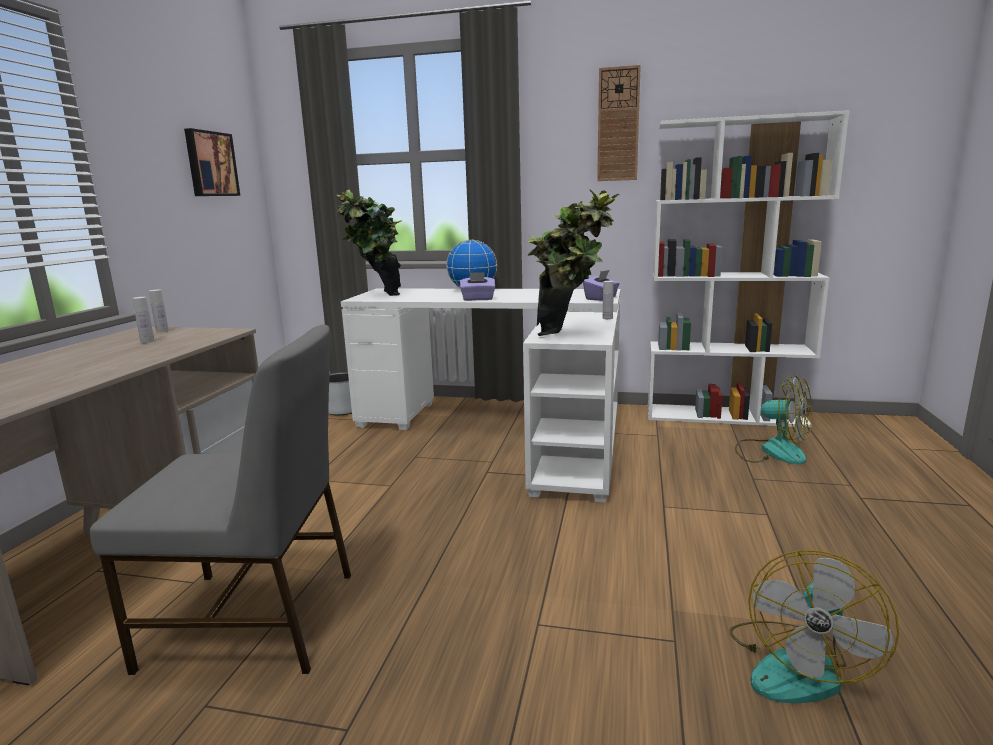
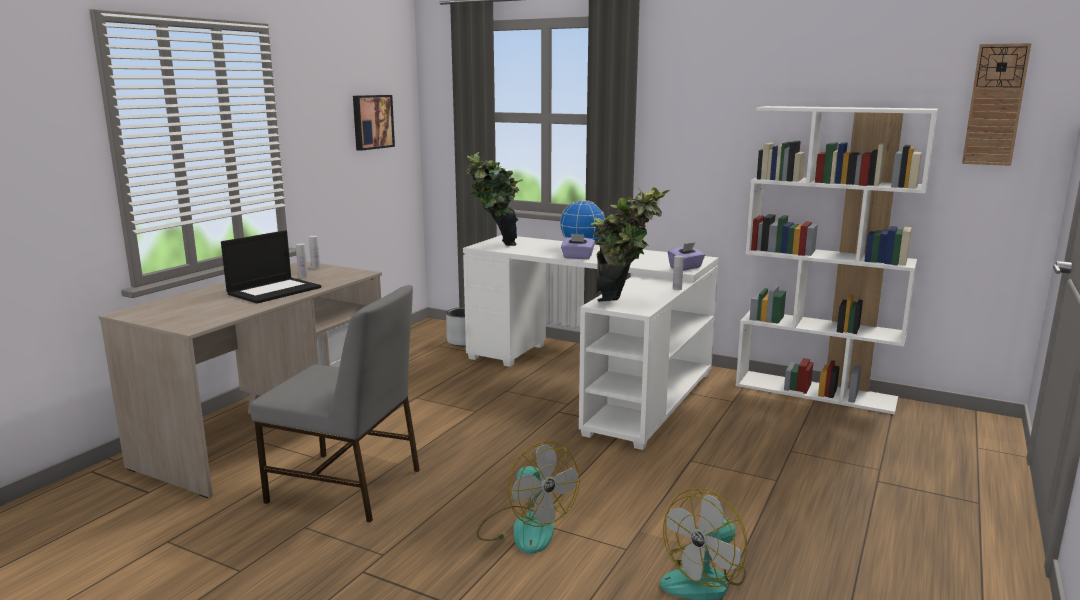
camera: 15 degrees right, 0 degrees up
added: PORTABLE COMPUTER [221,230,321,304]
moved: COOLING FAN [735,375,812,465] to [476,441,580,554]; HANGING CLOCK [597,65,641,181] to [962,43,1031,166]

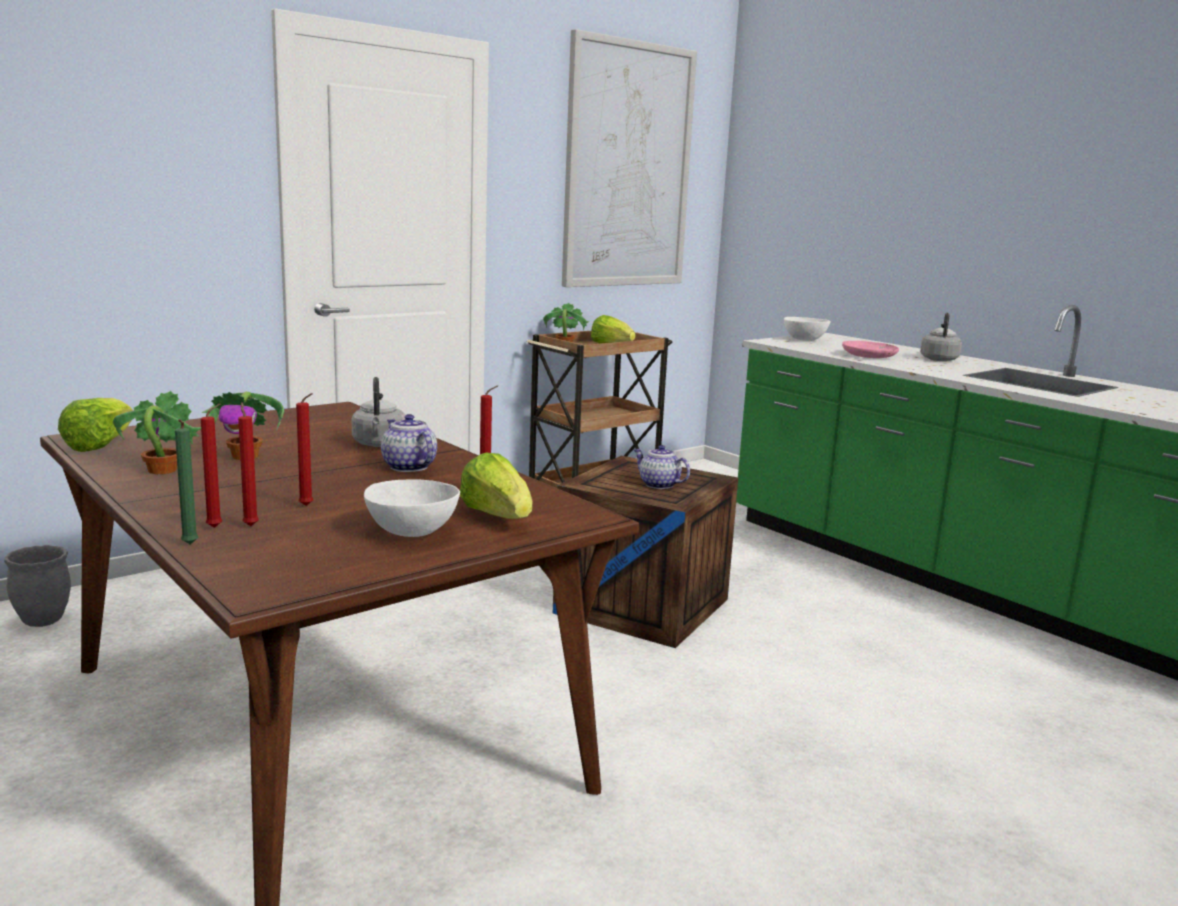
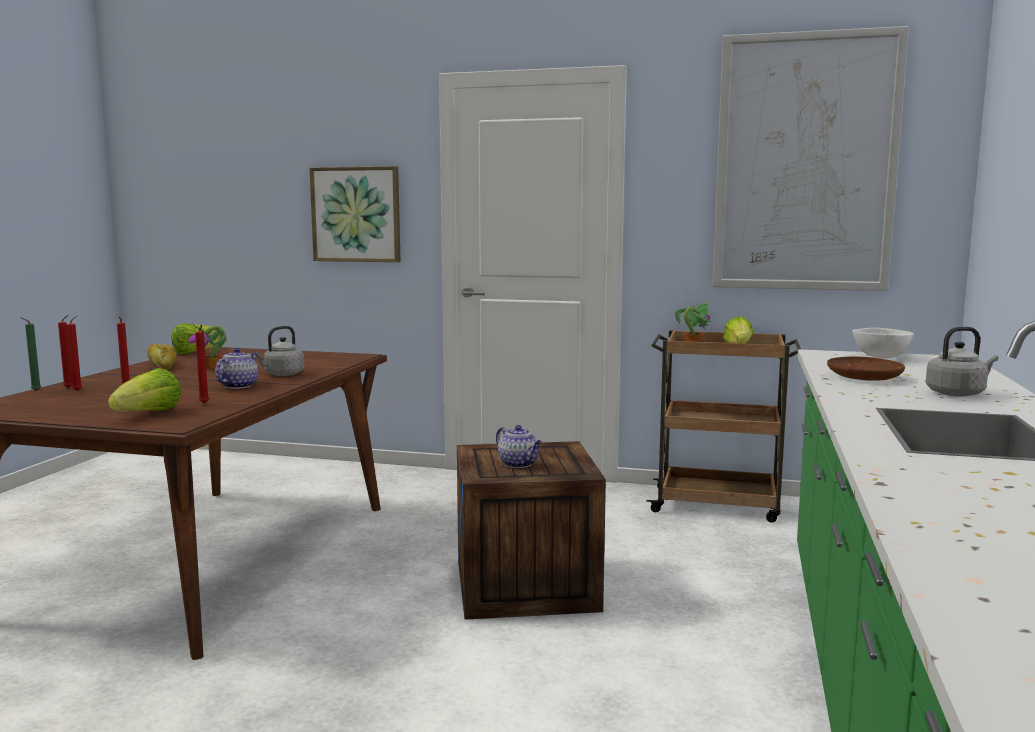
camera: 55 degrees right, 5 degrees down
removed: GREY FLOWER POT [4,545,71,627]; WHITISH SERVING BOWL [364,479,460,537]
added: WALL ART [309,166,401,262]
replaced: PLANT IN A POT [113,391,201,474] to BAKED BREAD [147,344,176,369]
recoloured: PINKISH PLATE [842,341,899,358] to BROWN PLATE [827,357,905,381]
turned: POT FOR TEA [633,445,690,489] = [496,425,542,468] 135 degrees clockwise

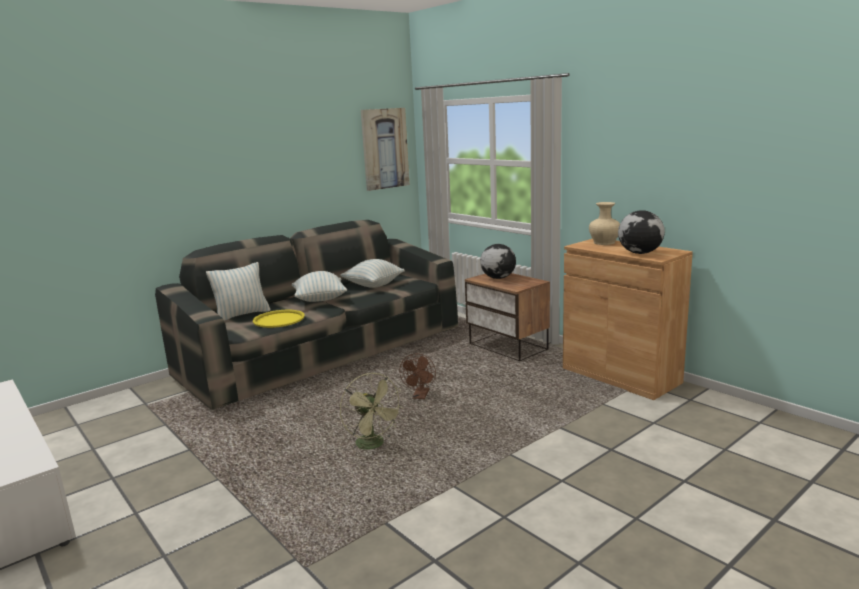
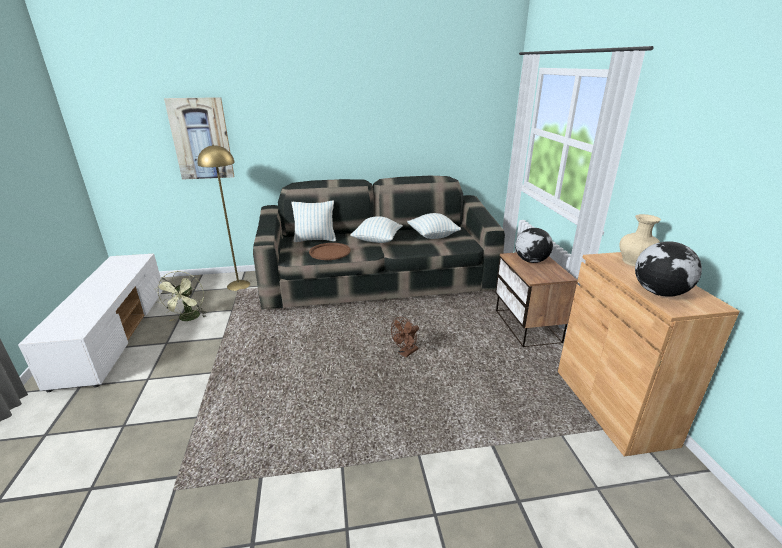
camera: 30 degrees right, 10 degrees up
added: YELLOW-COLOURED STANDARD LAMP [197,145,250,291]
moved: GREENISH COOLING FAN [340,373,404,450] to [155,271,207,321]; WALL ART [361,108,409,191] to [164,97,235,180]
recoloured: YELLOW-COLOURED CARRYING TRAY [253,310,305,328] to BROWN CARRYING TRAY [309,243,351,260]

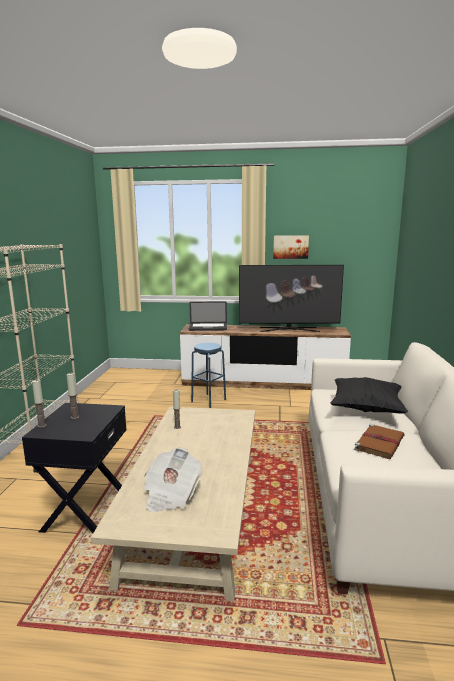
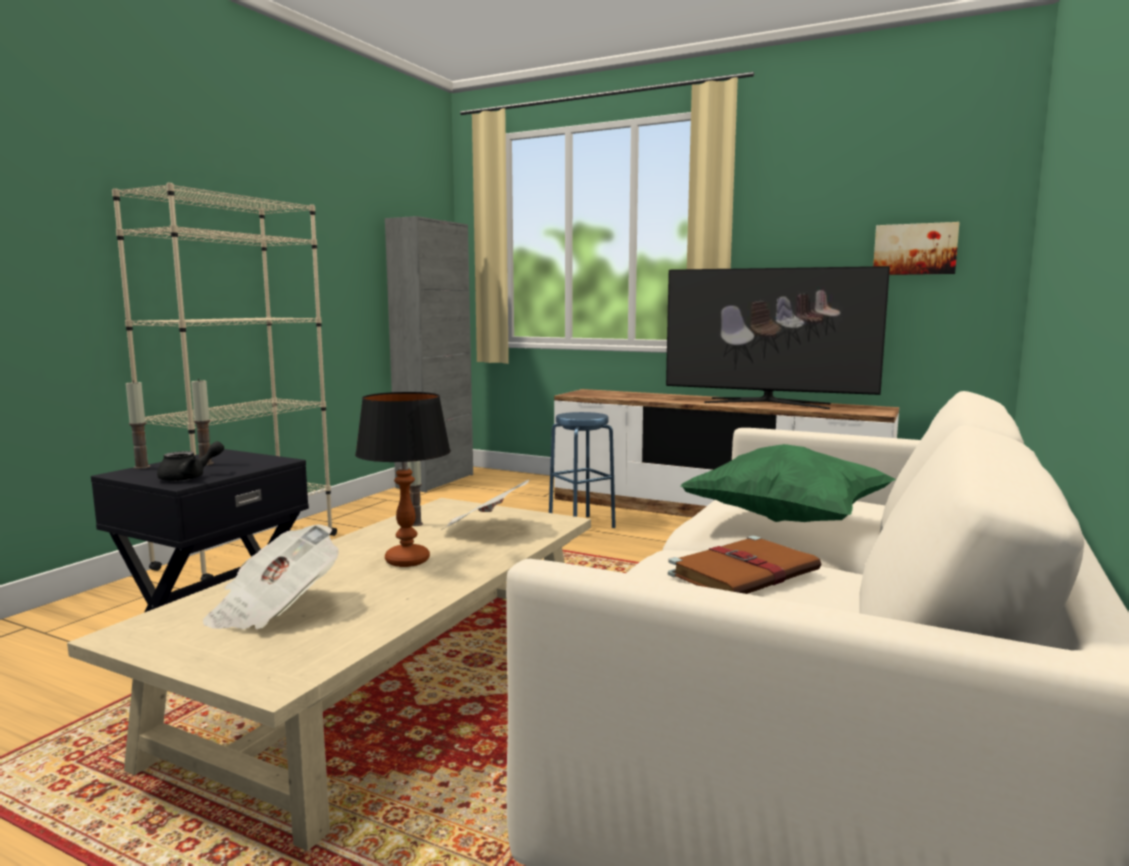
camera: 20 degrees right, 5 degrees down
removed: PORTABLE COMPUTER [189,301,227,331]
added: BLACKISH POT FOR TEA [157,441,224,481]; TABLETOP LAMP [355,392,451,567]; GREY CABINET [385,216,473,492]; DAILY PAPER [441,480,530,530]
moved: WALL ART [273,235,309,259] to [873,222,960,275]
recoloured: BLACKISH THROW PILLOW [330,377,408,414] to GREENISH THROW PILLOW [680,444,896,522]

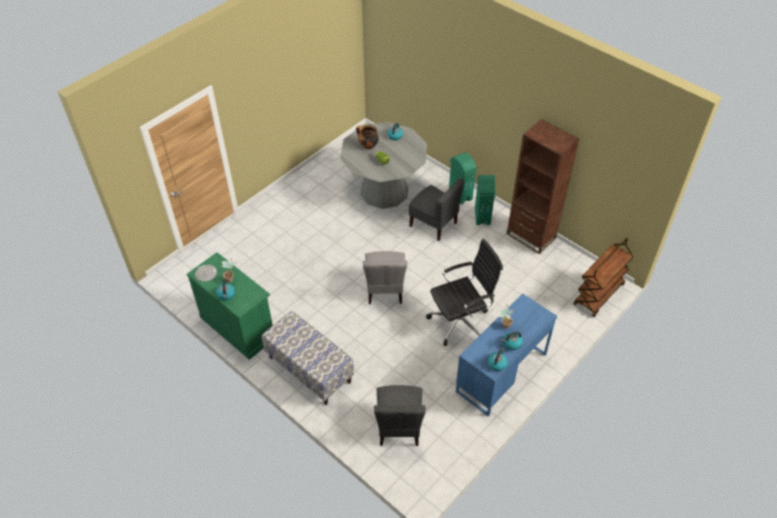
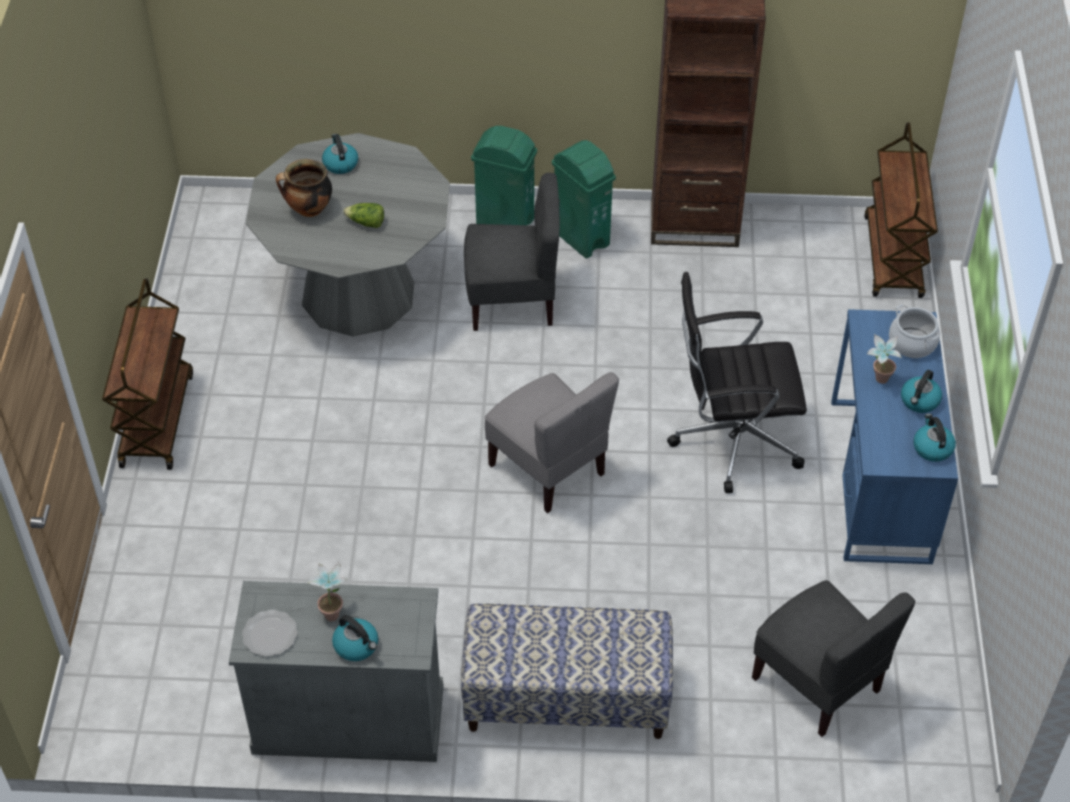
camera: 40 degrees left, 0 degrees up
added: BROWN TROLLEY [102,279,193,470]; STOCKPOT [889,304,940,358]
recoloured: GREENISH CABINET [187,252,273,360] to GREY CABINET [229,581,443,762]
turned: BLACKISH COMPUTER CHAIR [426,239,503,346] = [667,272,807,493] 120 degrees counterclockwise

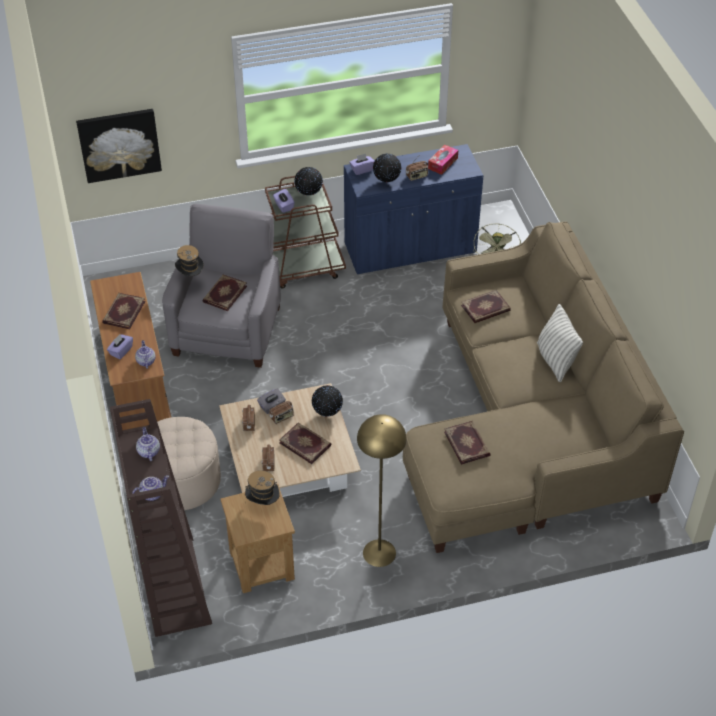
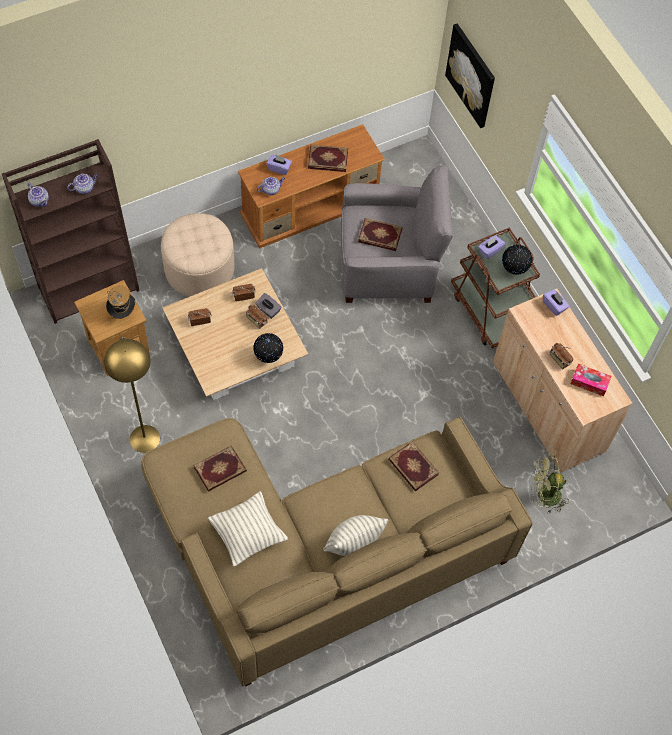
camera: 75 degrees right, 15 degrees up
removed: CLOTHING HAT [175,245,204,276]; BOOK [279,422,331,464]; WORLD GLOBE [373,153,401,182]
added: THROW PILLOW [208,491,288,567]
recoloured: BLUE-COLOURED CABINET [344,144,483,274] to BEIGE CABINET [493,289,632,473]

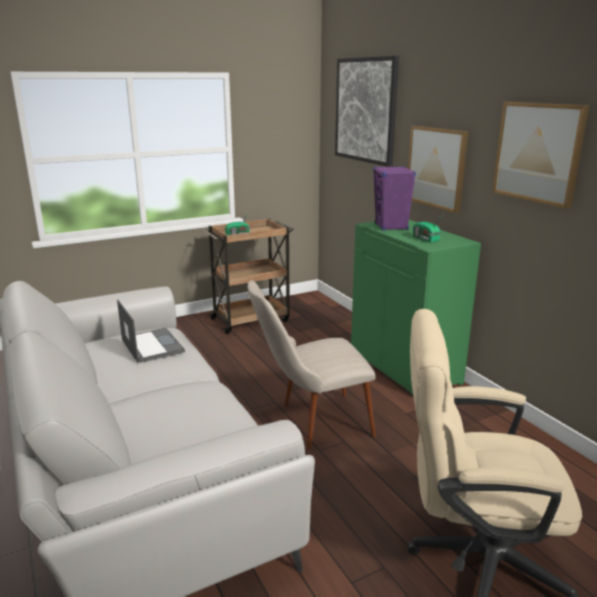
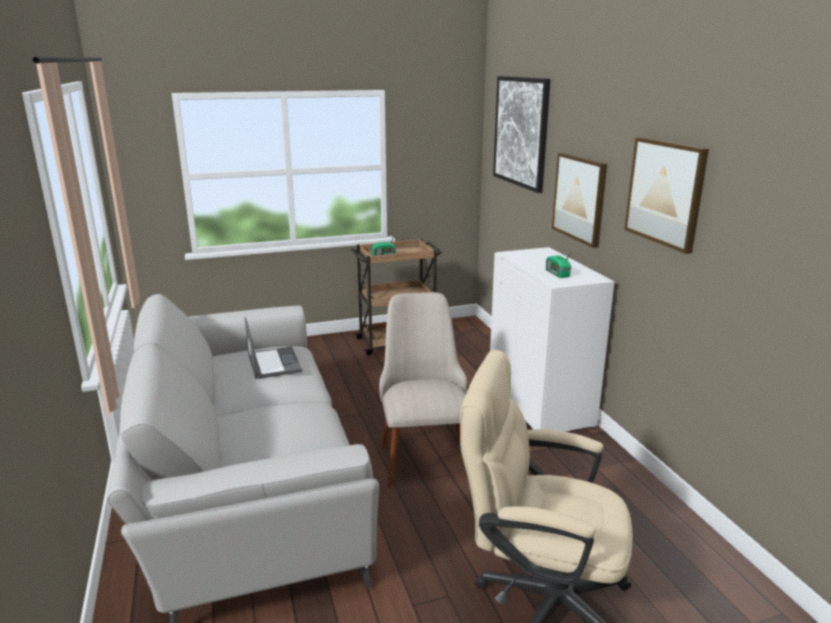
camera: 10 degrees right, 0 degrees up
removed: PURPLE-COLOURED LOUDSPEAKER [373,166,416,231]
recoloured: GREENISH CABINET [351,220,481,395] to WHITISH CABINET [490,247,615,432]
turned: BEIGE PLAIN CHAIR [248,280,376,449] = [379,292,467,488] 90 degrees clockwise

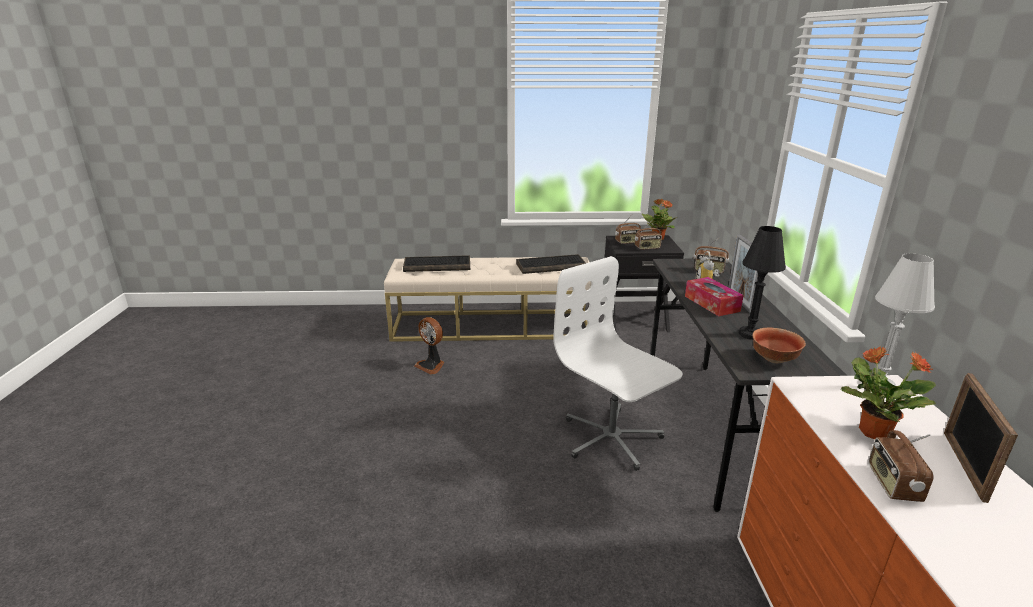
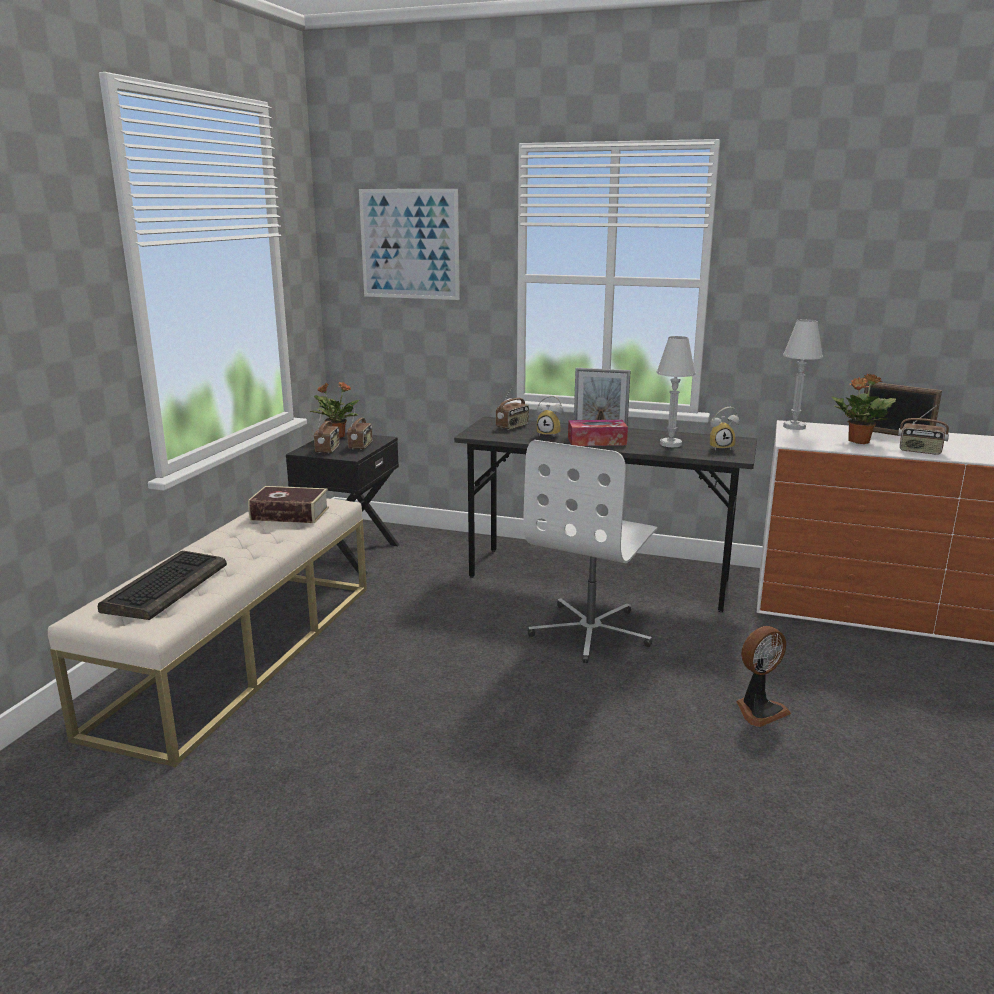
camera: 70 degrees left, 5 degrees down
added: WALL ART [359,189,460,300]
moved: COOLING FAN [414,317,444,375] to [736,626,791,727]
replaced: COMPUTER KEYBOARD [516,254,586,274] to BOOK [248,486,329,523]; SERVING BOWL [752,327,806,363] to TABLE CLOCK [710,407,740,451]
recoloured: BLACKISH TABLETOP LAMP [739,226,786,340] to WHITISH TABLETOP LAMP [656,336,696,447]
turned: WHITISH COMPUTER CHAIR [553,256,683,471] = [523,440,658,663] 45 degrees counterclockwise

